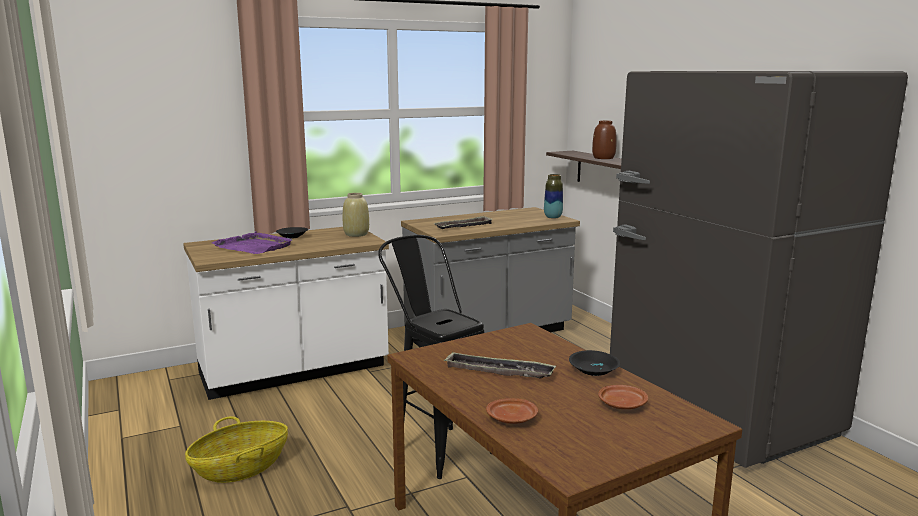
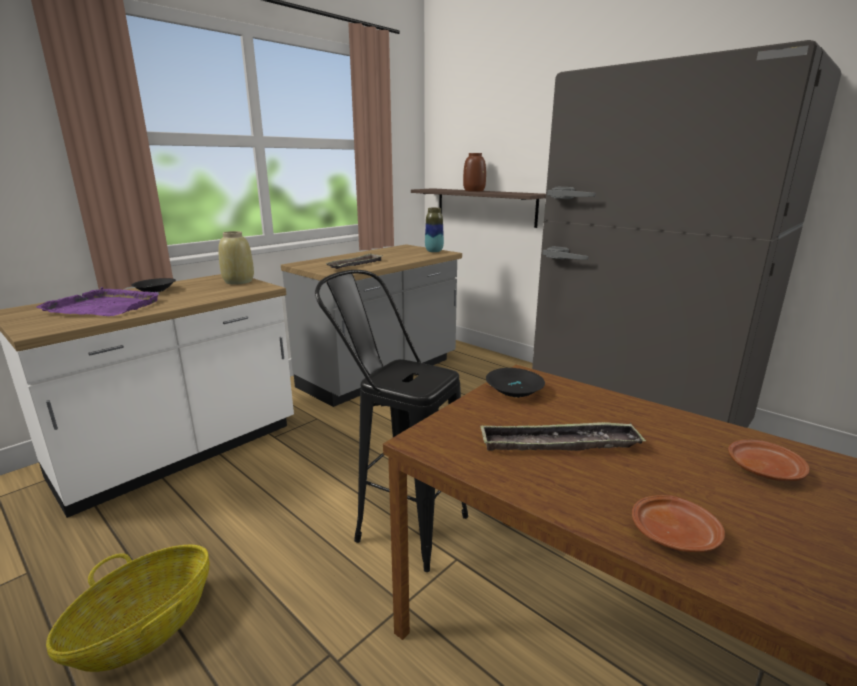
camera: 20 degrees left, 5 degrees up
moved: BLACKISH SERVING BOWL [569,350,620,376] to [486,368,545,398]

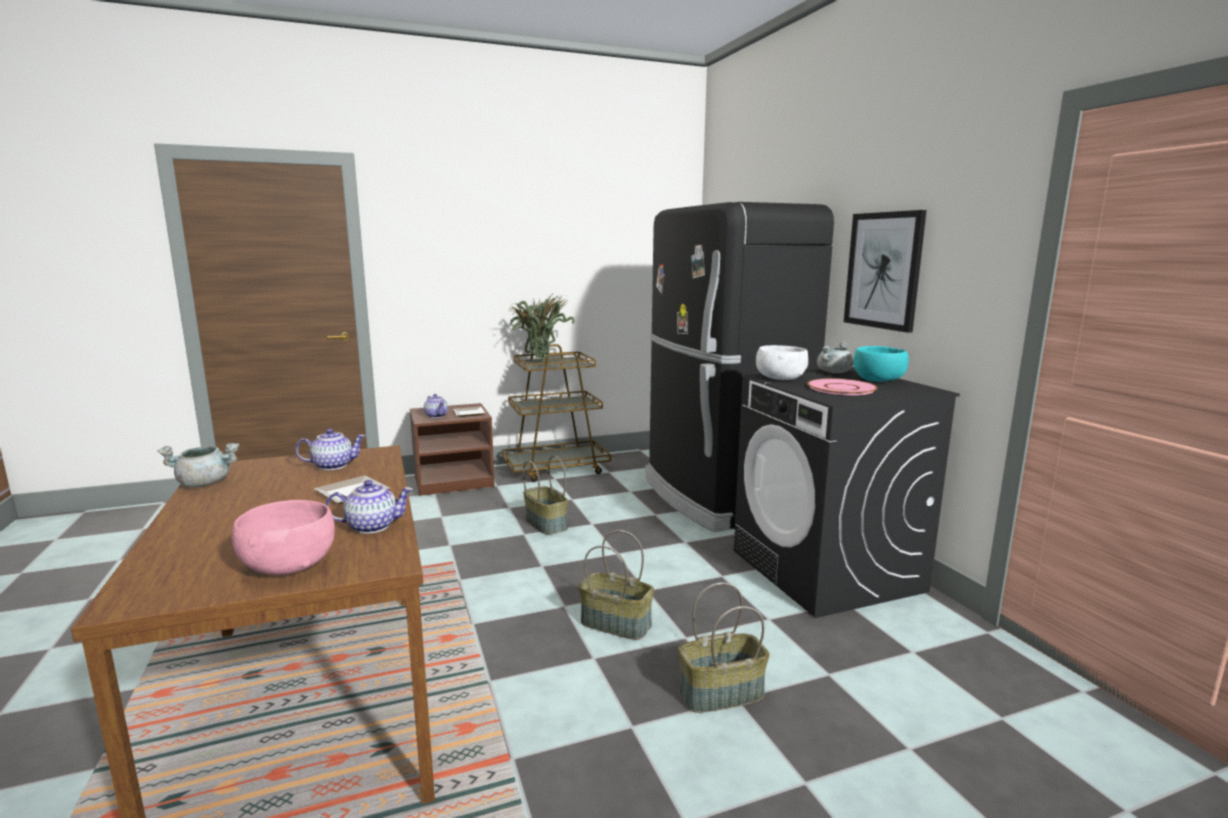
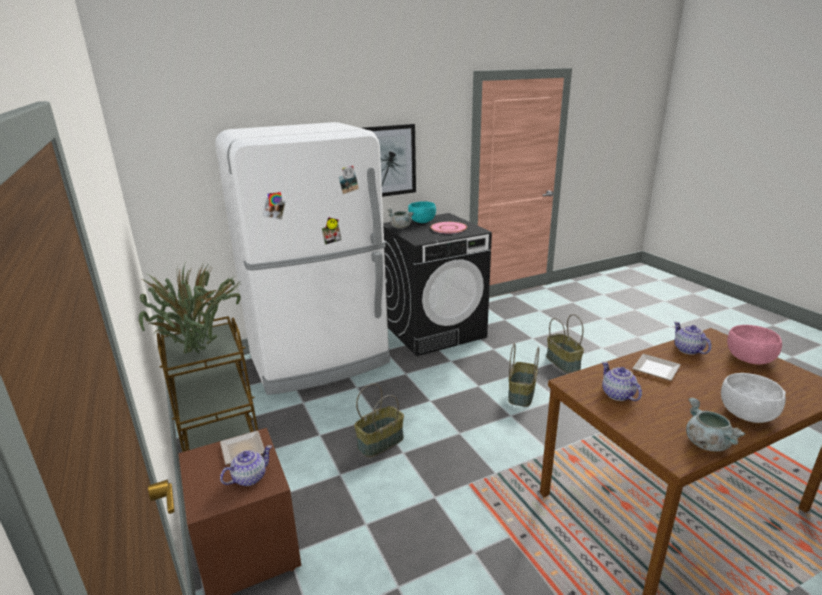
camera: 95 degrees left, 10 degrees up
moved: WHITISH SERVING BOWL [756,345,808,380] to [721,373,786,423]
recoloured: BLACKISH REFRIGERATOR [645,202,834,532] to WHITISH REFRIGERATOR [215,122,390,395]

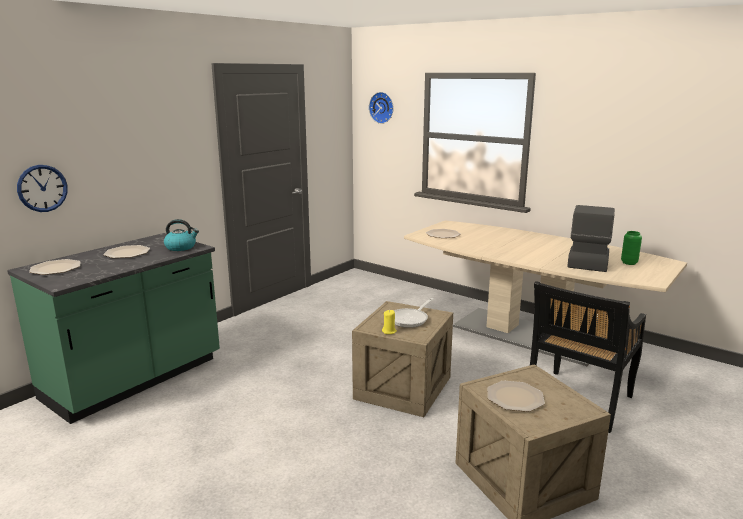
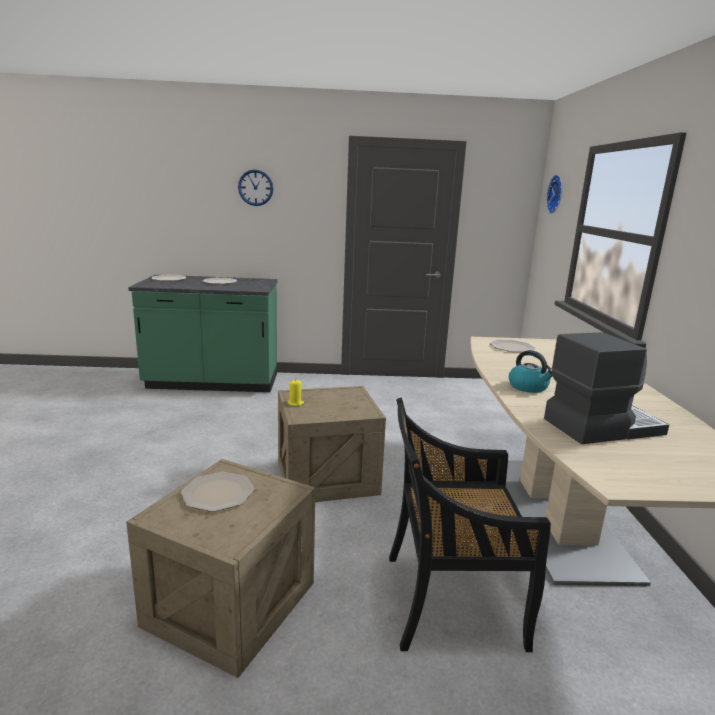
camera: 50 degrees right, 0 degrees up
removed: FRYING PAN [394,298,434,328]; GREENISH DECORATIVE VASE [621,231,642,265]
moved: HANGING CLOCK [17,165,68,212] to [238,169,273,206]; WATER KETTLE [164,219,199,251] to [509,350,552,393]

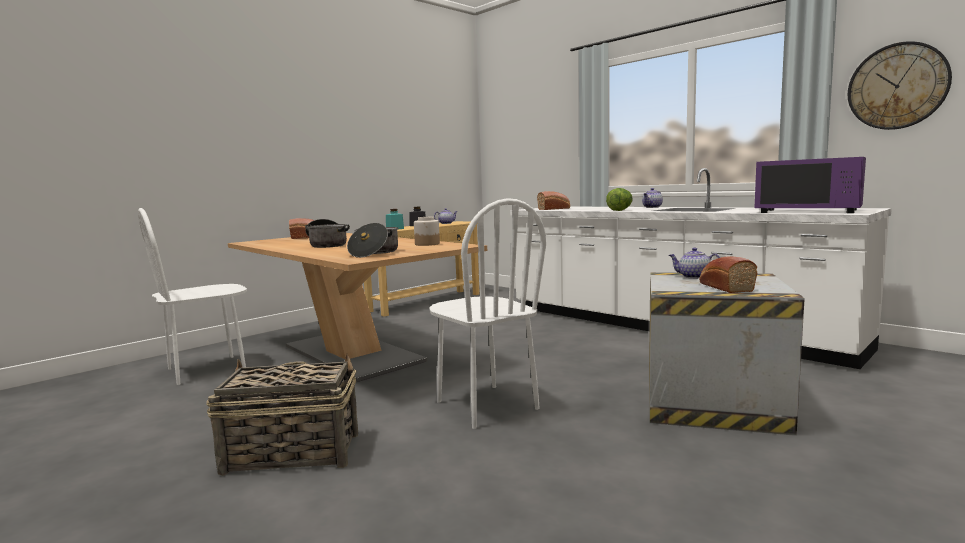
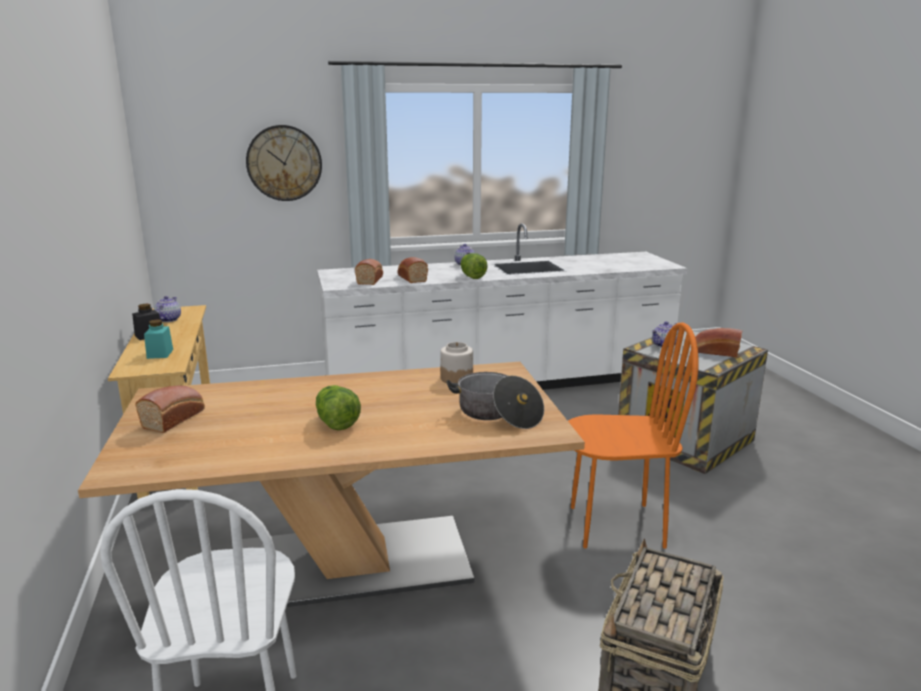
camera: 60 degrees left, 10 degrees up
removed: PURPLE-COLOURED KITCHEN MICROWAVE [754,157,866,213]
added: BAKED BREAD [397,257,428,283]
moved: HANGING CLOCK [848,41,952,130] to [246,125,322,201]
replaced: STOCKPOT [305,219,350,248] to LETTUCE HEAD [316,385,361,430]
recoloured: WHITISH PLAIN CHAIR [430,198,546,429] to ORANGE PLAIN CHAIR [568,322,699,549]

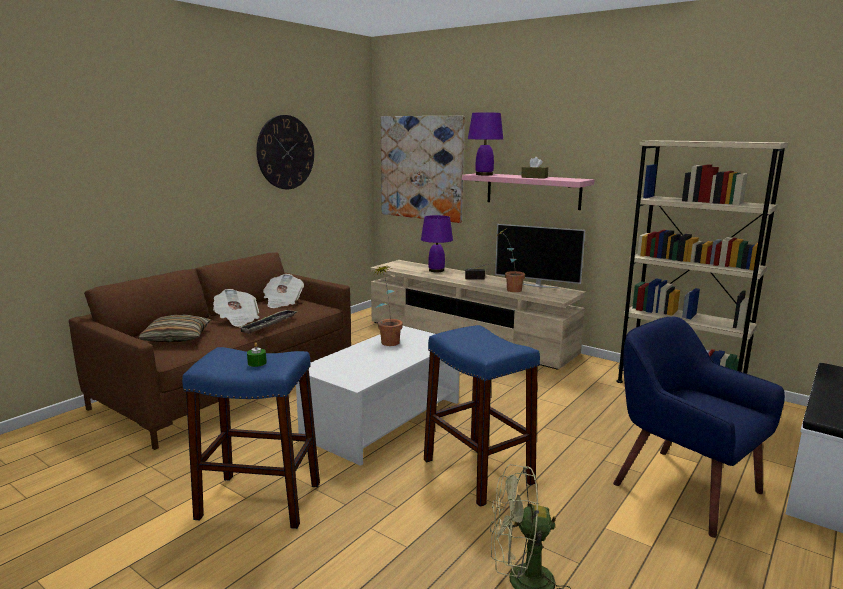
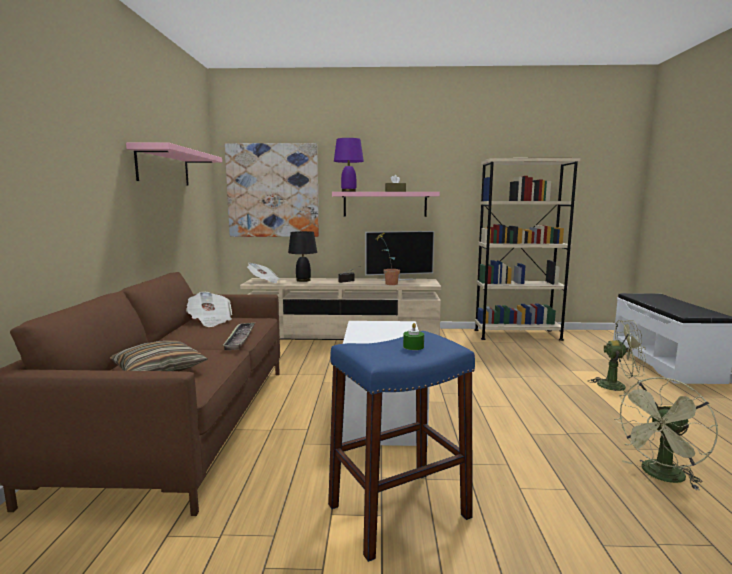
camera: 35 degrees left, 5 degrees down
removed: PLANT IN A POT [373,265,403,346]; BLUE-COLOURED SITTING STOOL [424,325,540,507]
moved: DAILY PAPER [213,289,259,327] to [247,263,280,283]
replaced: HANGING CLOCK [256,115,314,189] to PINKISH SHELF [126,142,222,185]; BLUE-COLOURED LOUNGE CHAIR [613,317,785,538] to GREENISH COOLING FAN [588,320,646,396]
recoloured: PURPLE-COLOURED TABLETOP LAMP [421,215,453,272] to BLACKISH TABLETOP LAMP [288,231,317,282]

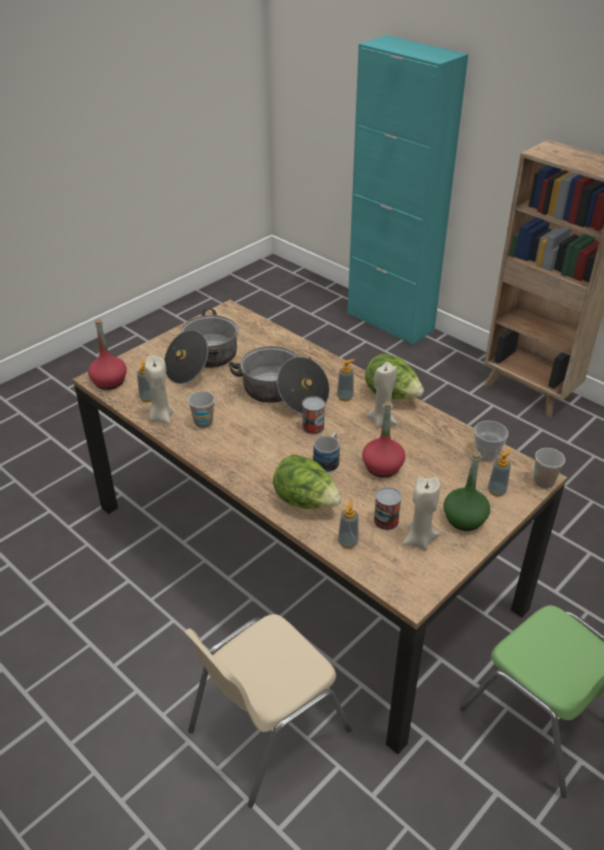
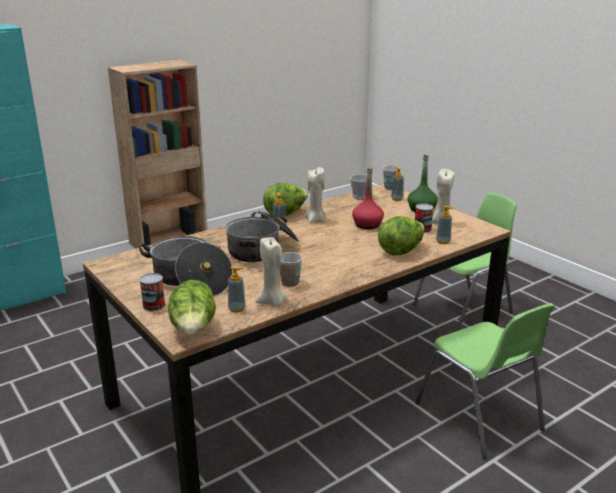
camera: 80 degrees left, 15 degrees down
removed: TEA MUG [313,432,340,472]
moved: SEALED CAN [302,396,325,435] to [140,273,165,311]
replaced: RED-COLOURED BOTTLE [88,319,127,390] to LETTUCE HEAD [168,280,216,334]
recoloured: BEIGE PLAIN CHAIR [184,614,351,808] to GREENISH PLAIN CHAIR [415,303,555,459]

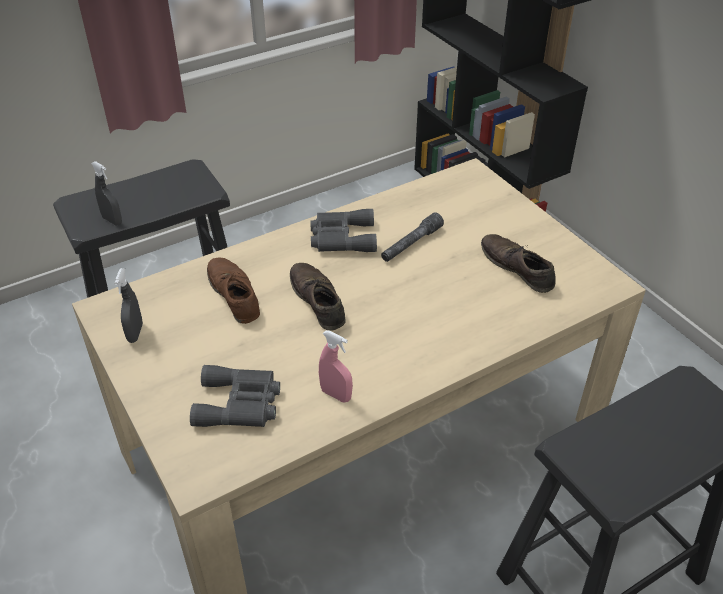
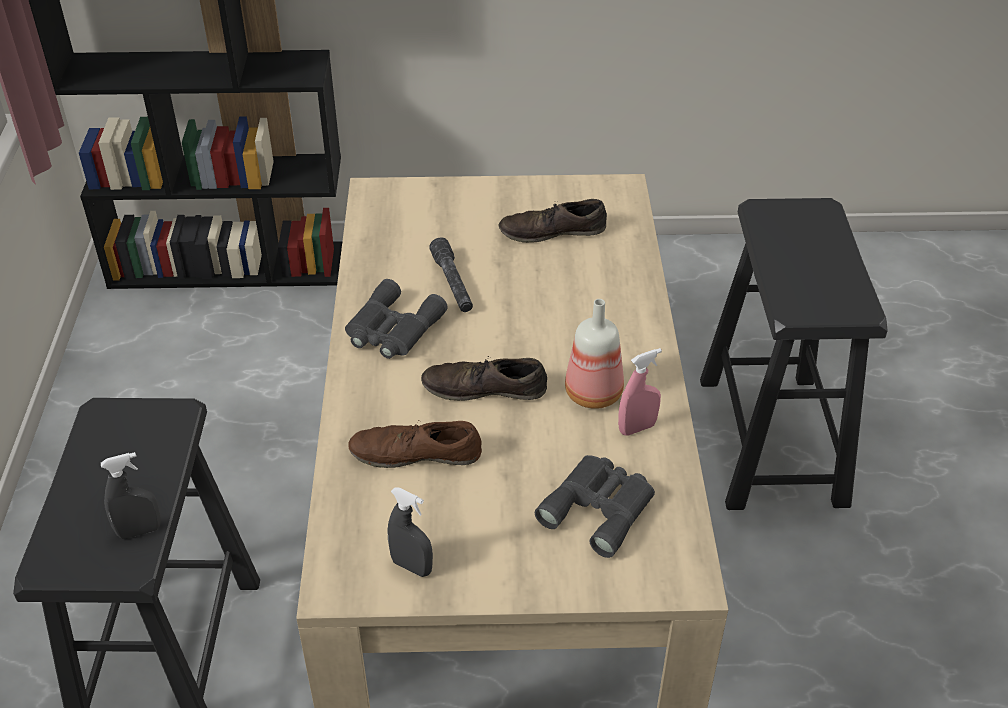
camera: 60 degrees left, 0 degrees up
added: BOTTLE [565,299,624,409]

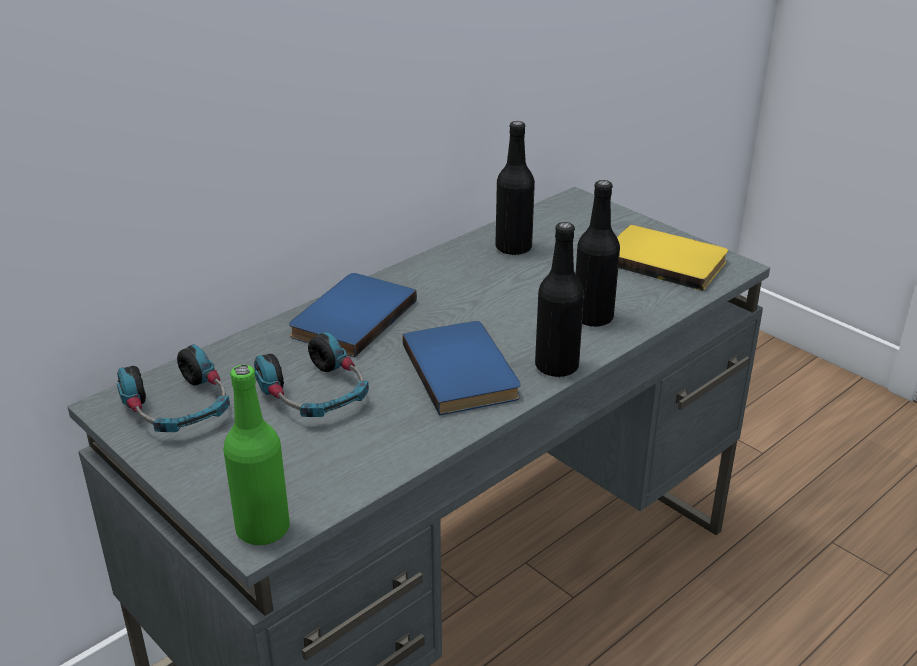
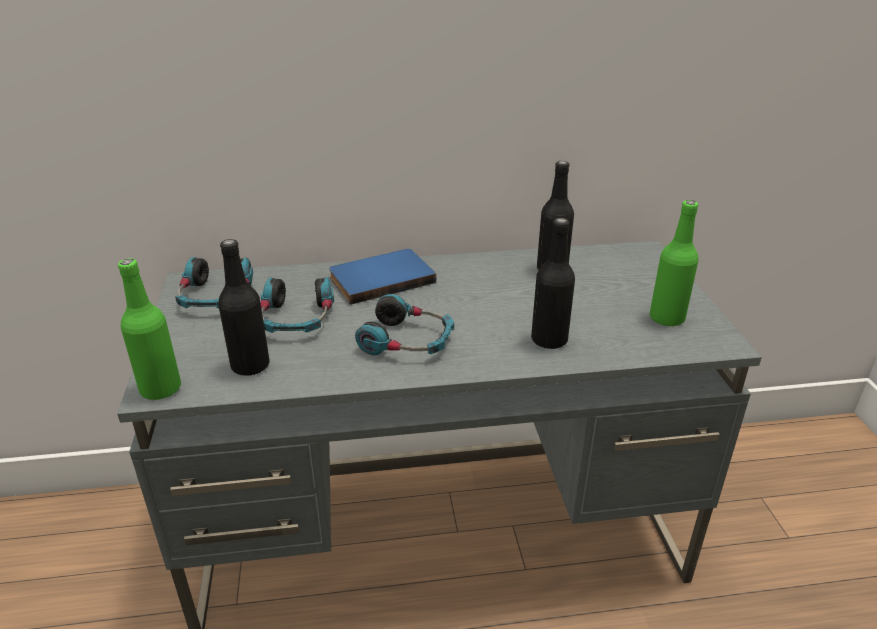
camera: 35 degrees right, 0 degrees up
moved: BLACKISH BOTTLE [535,222,584,377] to [218,239,270,376]
replaced: BLUE-COLOURED BOOK [402,321,520,415] to HEADPHONES [355,294,454,355]; YELLOW-COLOURED BOOK [617,225,728,291] to GREENISH BOTTLE [650,200,699,327]

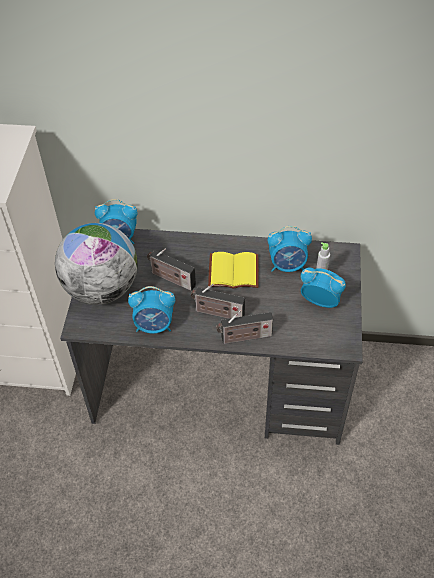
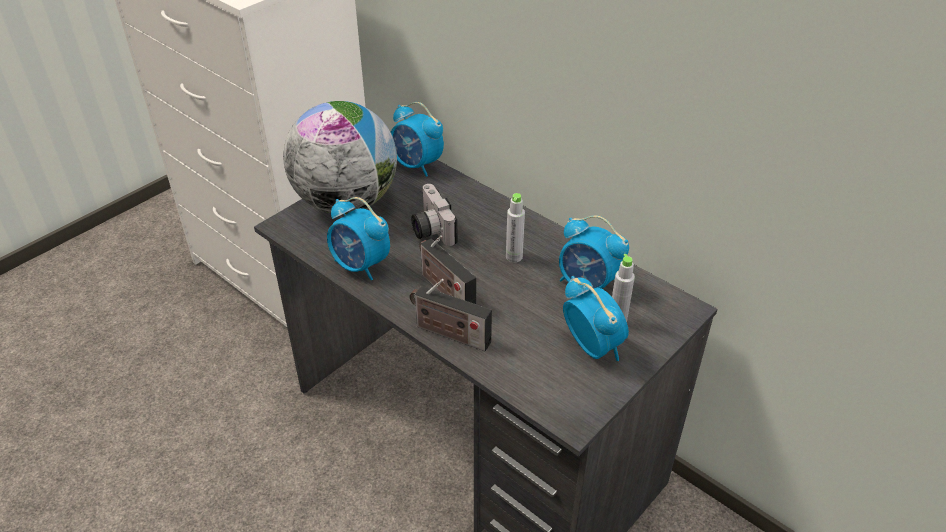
camera: 35 degrees right, 10 degrees down
replaced: RADIO [147,248,196,291] to PHOTO CAMERA [411,184,458,246]; YELLOW-COLOURED BOOK [208,252,259,288] to GREY BOTTLE [506,193,525,263]

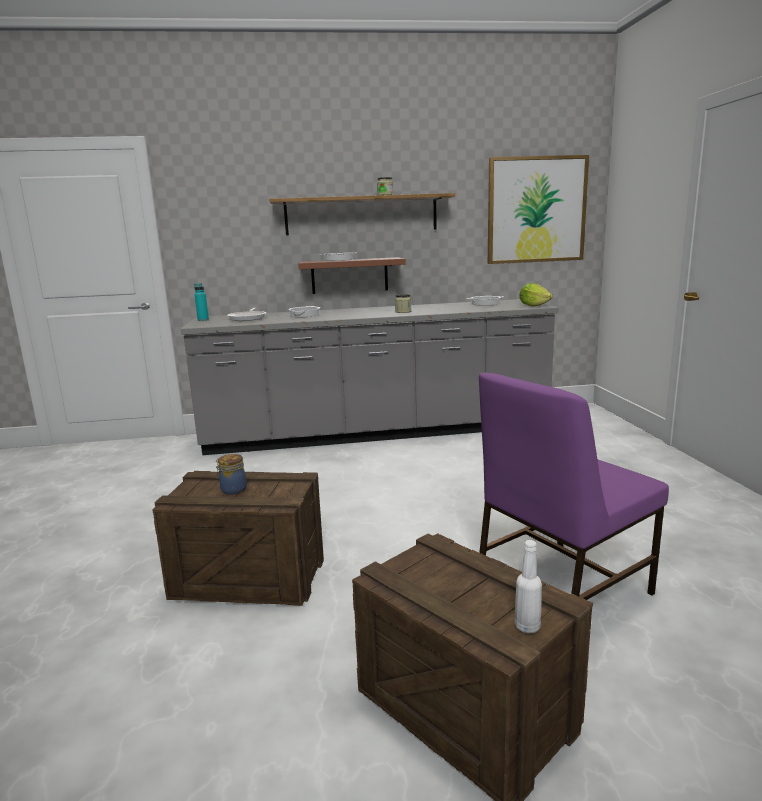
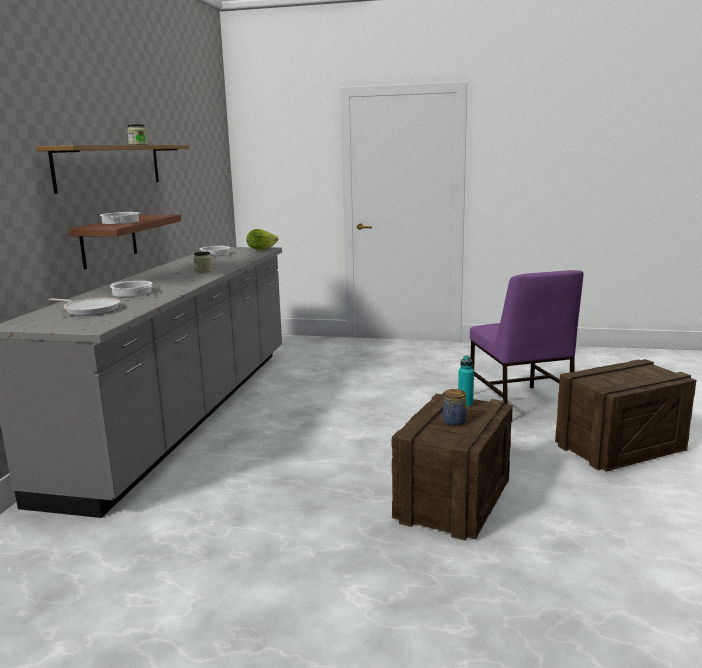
camera: 70 degrees left, 0 degrees up
removed: WALL ART [488,155,589,264]; WHITISH BOTTLE [514,540,542,633]
moved: BLUE-GREEN BOTTLE [194,283,209,321] to [458,355,474,407]

